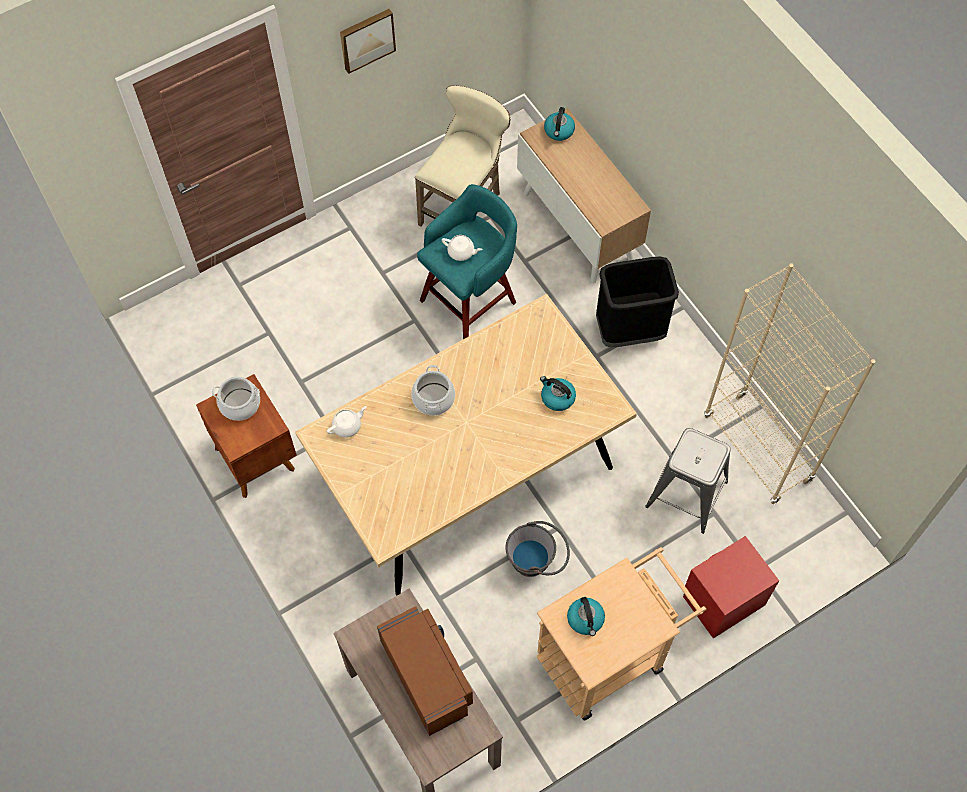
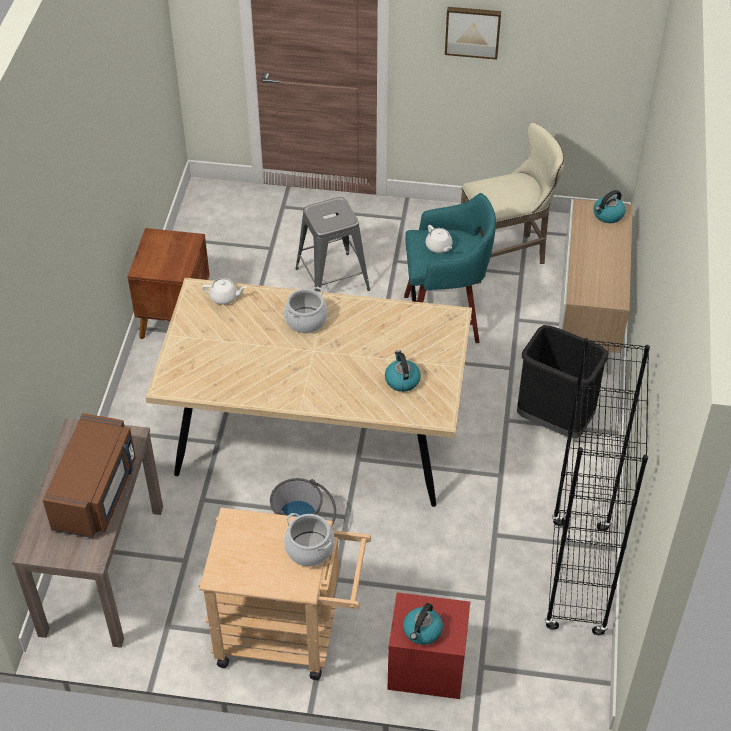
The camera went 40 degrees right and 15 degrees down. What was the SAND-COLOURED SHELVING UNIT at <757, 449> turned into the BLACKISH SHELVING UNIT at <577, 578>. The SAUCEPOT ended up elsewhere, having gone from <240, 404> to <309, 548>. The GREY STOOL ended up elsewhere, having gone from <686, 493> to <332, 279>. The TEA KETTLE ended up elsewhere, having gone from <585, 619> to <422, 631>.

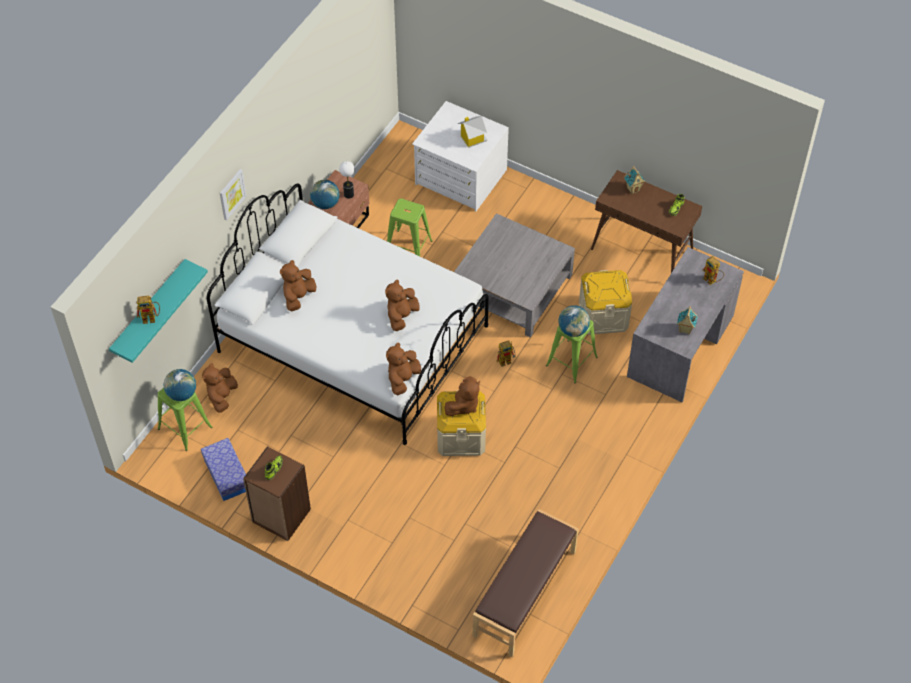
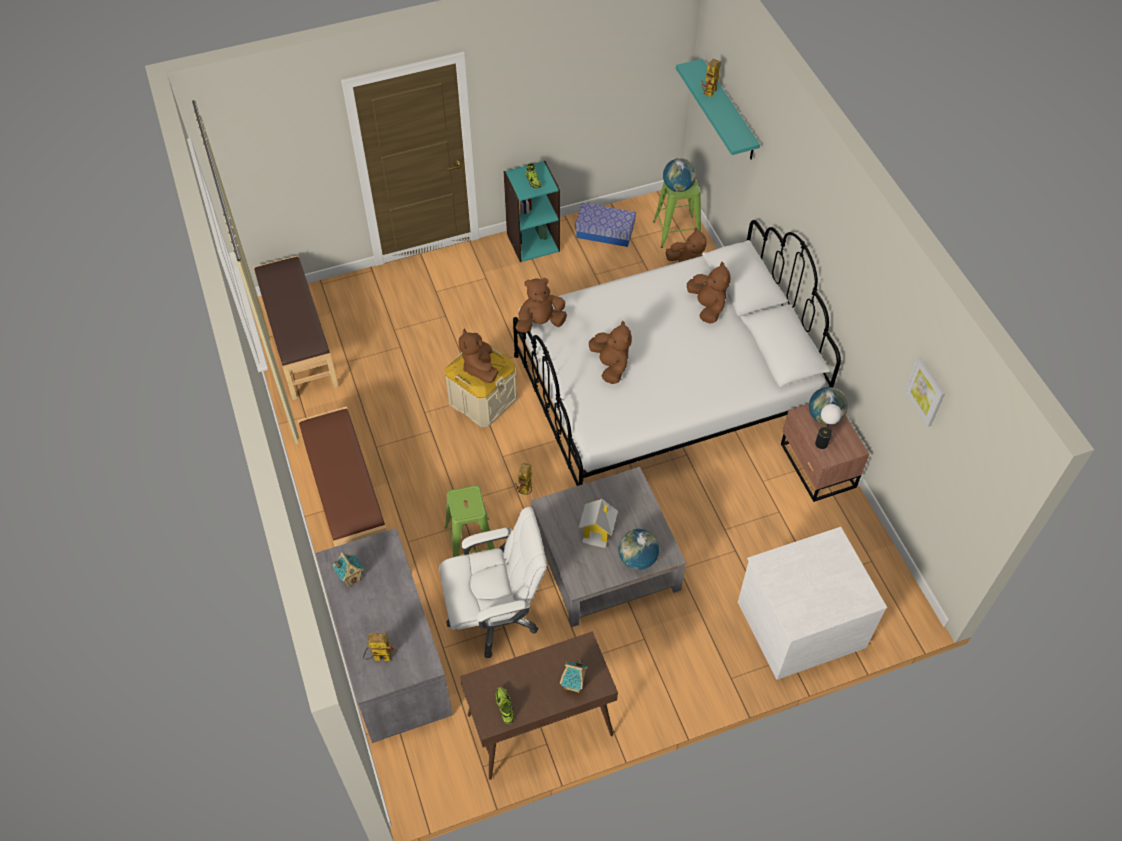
The camera went 130 degrees right and 0 degrees up. The MINIATURE HOUSE ended up elsewhere, having gone from <472, 138> to <598, 531>. The WALL PICTURE ended up elsewhere, having gone from <232, 194> to <925, 391>. The second view lost the GREEN STOOL at <409, 248>. Where the SAND-COLOURED STORAGE BOX stood at <603, 315>, the WHITE-COLOURED COMPUTER CHAIR came to stand at <495, 614>. The GLOBE ended up elsewhere, having gone from <573, 330> to <637, 559>. The BROWN-COLOURED SOFT TOY at <402, 379> ended up facing another way, 90 degrees counterclockwise from before. What was the BROWN-COLOURED SHELVING UNIT at <281, 516> turned into the TURQUOISE SHELVING UNIT at <533, 242>. The second view gained the BROWN-COLOURED LONG SEAT at <347, 502>.

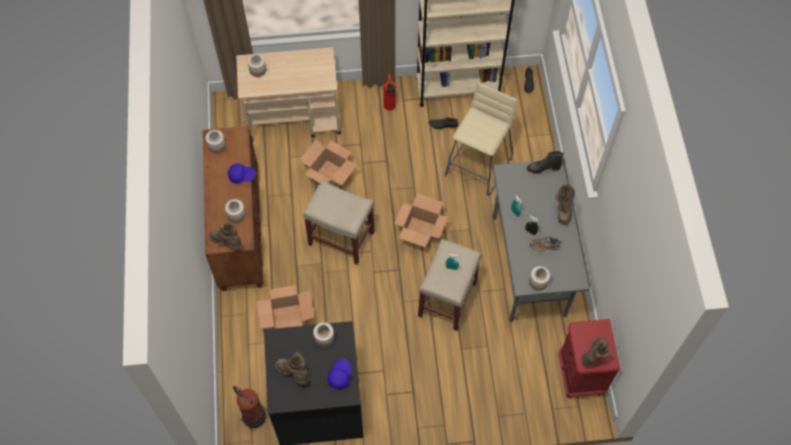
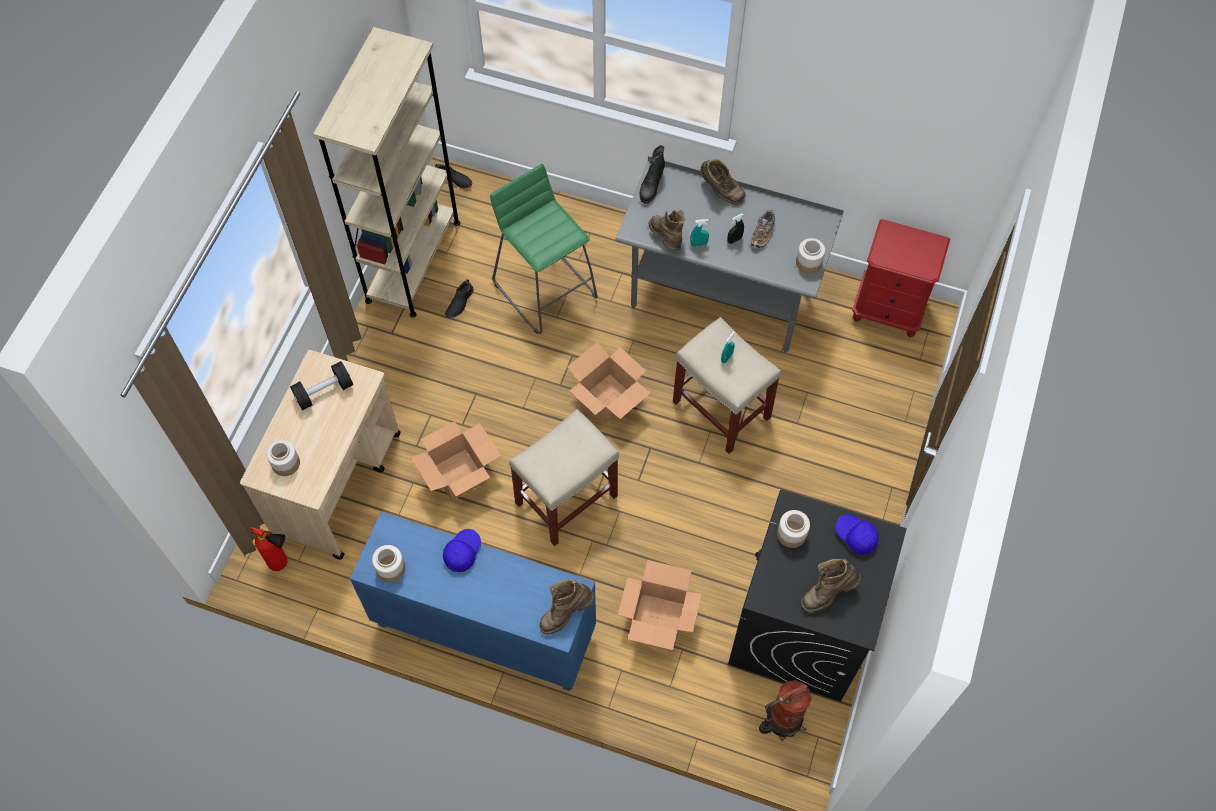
The camera went 65 degrees left and 0 degrees up. The EXTINGUISHER ended up elsewhere, having gone from <390, 109> to <282, 564>. What was the SAND-COLOURED STOOL at <479, 165> turned into the GREEN STOOL at <545, 289>. What was the BROWN-COLOURED STORAGE CABINET at <239, 230> turned into the BLUISH STORAGE CABINET at <482, 630>. The second view lost the STORAGE JAR at <236, 215>. The BROWN-COLOURED HIGH-TOP BOOT ended up elsewhere, having gone from <594, 356> to <666, 239>. The second view gained the BLACKISH HAND WEIGHT at <324, 392>.

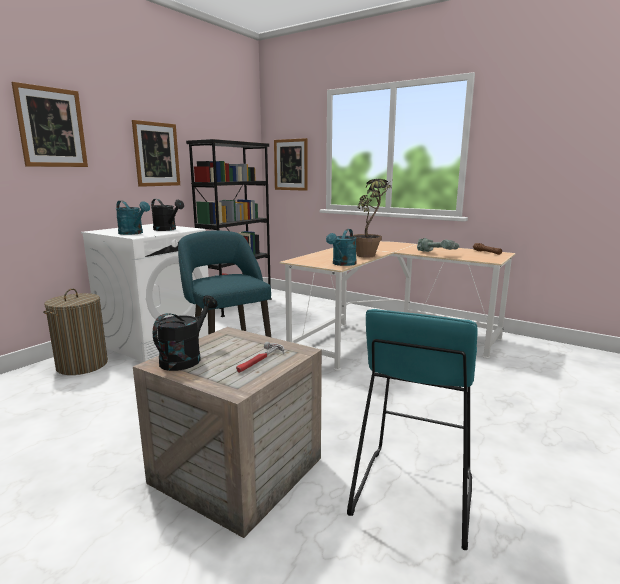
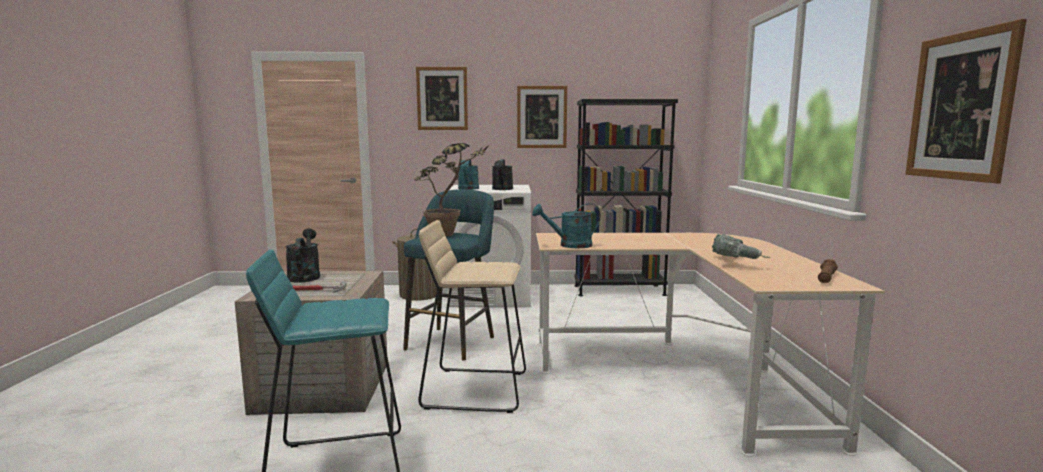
The camera went 55 degrees right and 5 degrees down. The WALL PICTURE ended up elsewhere, having gone from <291, 165> to <960, 106>. The HOUSEPLANT ended up elsewhere, having gone from <370, 254> to <450, 235>. The BLACKISH SPRINKLING CAN at <185, 358> ended up facing another way, 90 degrees counterclockwise from before. The second view gained the SAND-COLOURED STOOL at <474, 389>.

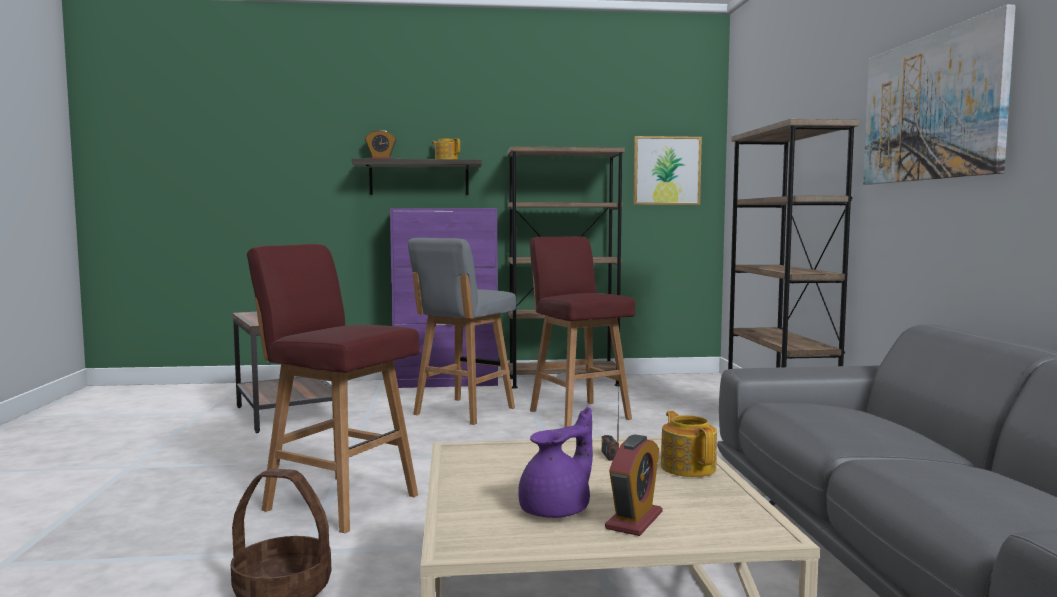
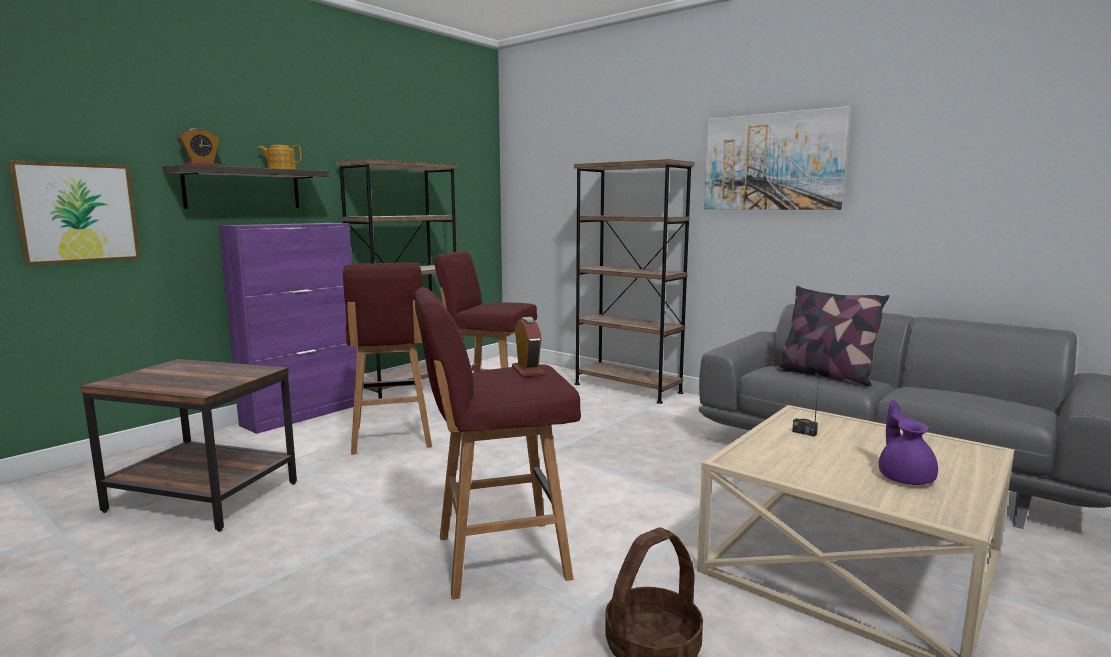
The camera went 45 degrees left and 5 degrees up. The WALL PICTURE ended up elsewhere, having gone from <666, 171> to <77, 213>. What was the GREY STOOL at <463, 412> turned into the RED STOOL at <391, 438>. The second view lost the TEA POT at <688, 467>. The TABLE CLOCK ended up elsewhere, having gone from <634, 520> to <528, 371>. The second view gained the THROW PILLOW at <825, 375>.

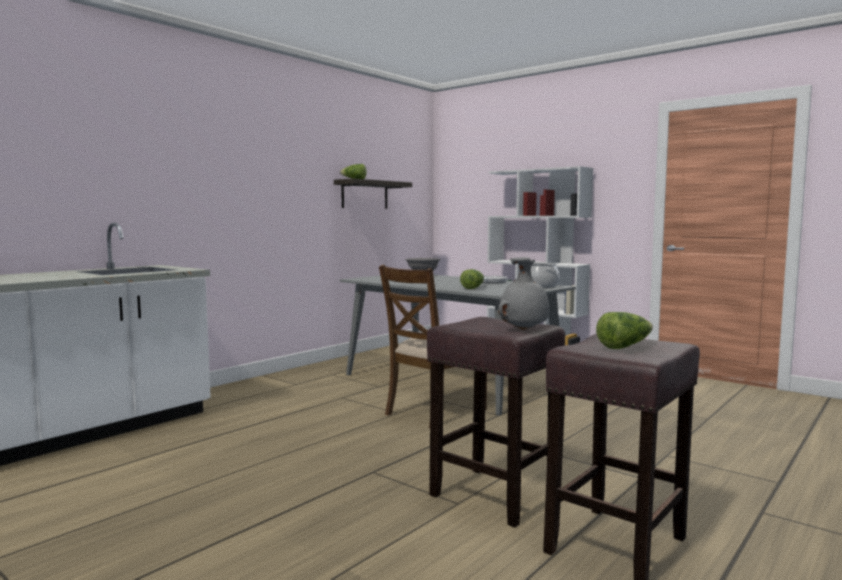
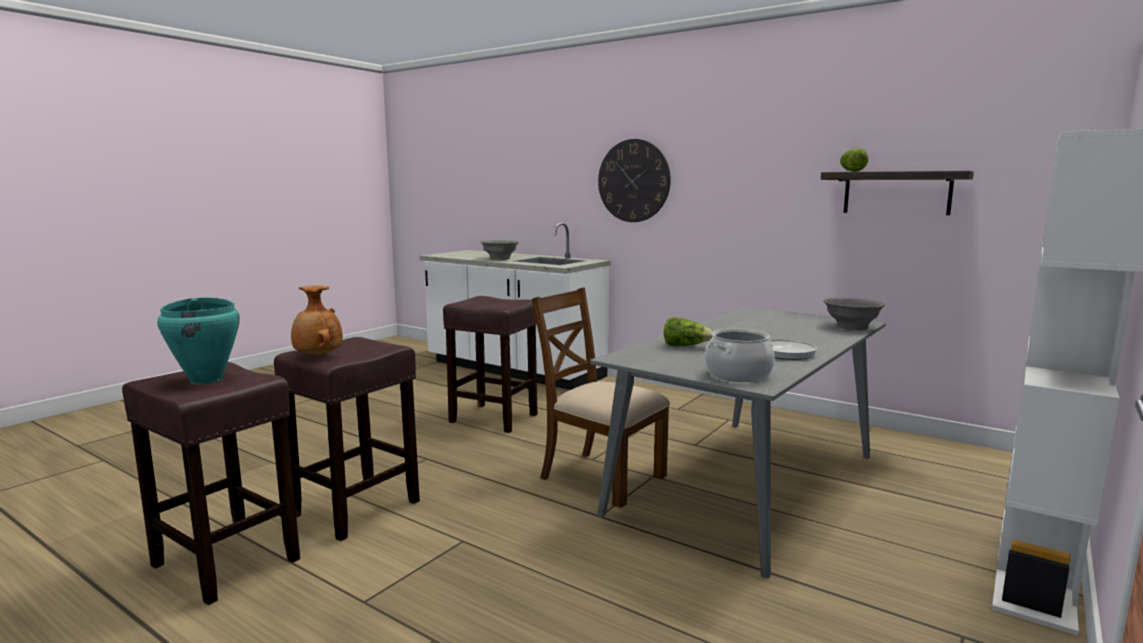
The camera went 85 degrees right and 5 degrees up. What was the GREY DECORATIVE VASE at <524, 329> turned into the BROWN-COLOURED DECORATIVE VASE at <317, 356>. Where the LETTUCE HEAD stood at <624, 346>, the TURQUOISE SAUCEPOT came to stand at <207, 380>. The second view gained the WALL CLOCK at <633, 181>. The second view gained the GREY BOWL at <500, 259>. The second view gained the BROWN-COLOURED STOOL at <495, 418>.

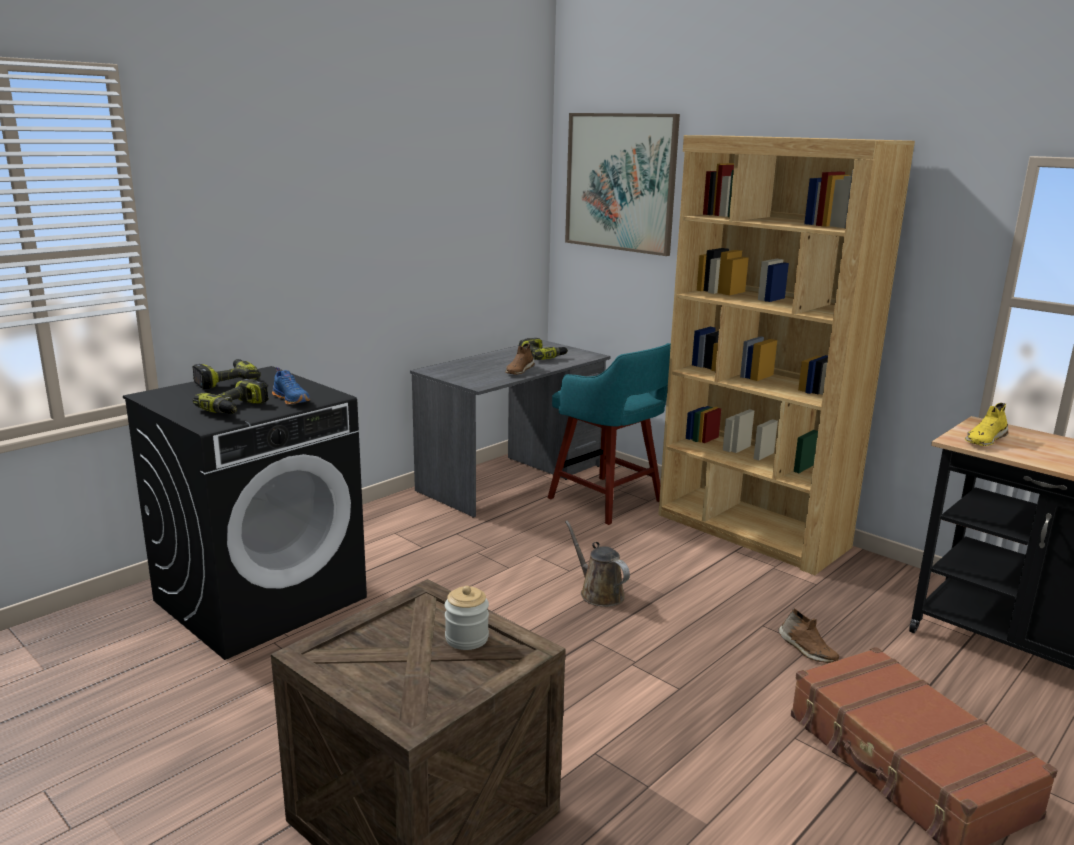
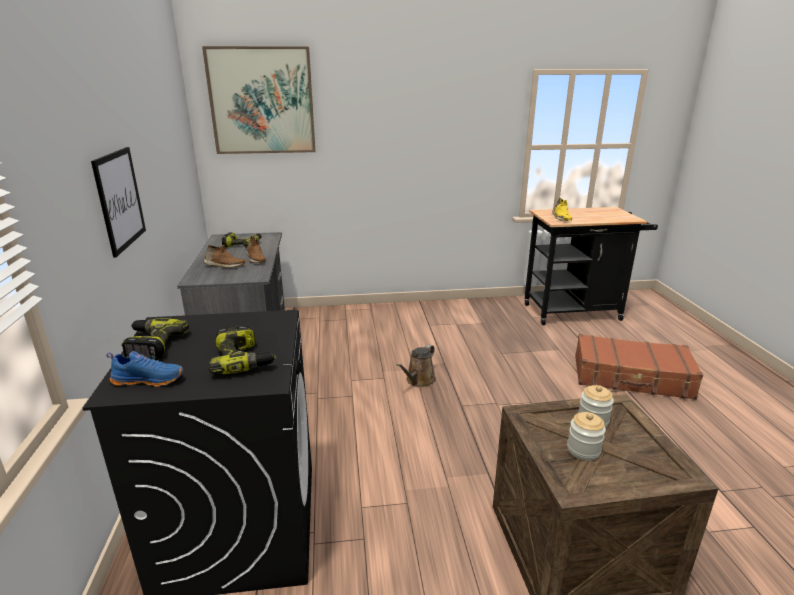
The camera went 50 degrees left and 5 degrees up. The second view lost the BROWN-COLOURED SHELVING UNIT at <751, 531>. The second view lost the TURQUOISE STOOL at <607, 501>. The BLUISH ITEM OF FOOTWEAR ended up elsewhere, having gone from <292, 399> to <149, 379>. The BROWN-COLOURED SPRINKLING CAN at <598, 593> ended up facing another way, 60 degrees counterclockwise from before. The BROWN-COLOURED ITEM OF FOOTWEAR ended up elsewhere, having gone from <806, 649> to <224, 266>. The second view gained the WALL PICTURE at <120, 199>. The second view gained the STORAGE JAR at <583, 450>.

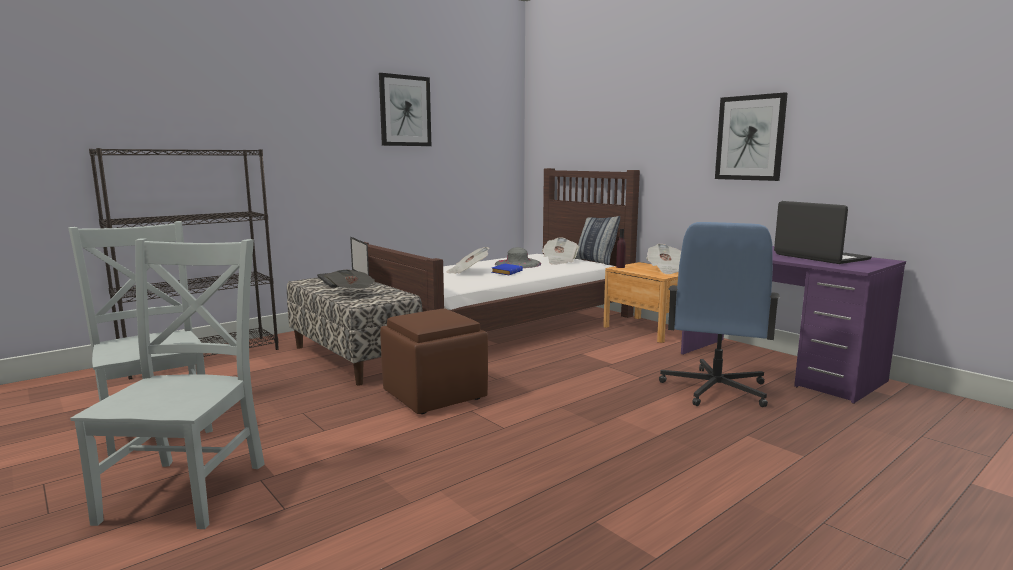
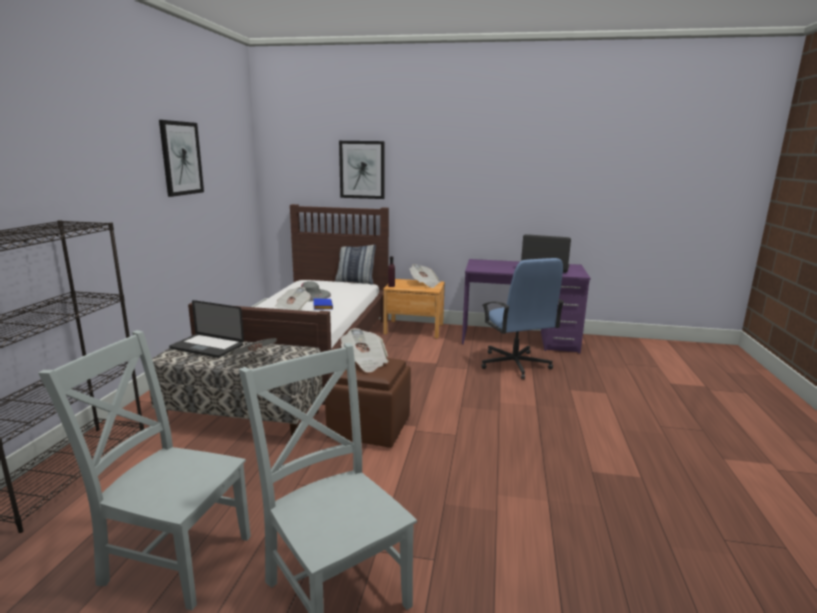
The camera went 40 degrees left and 5 degrees up. The WALL PICTURE ended up elsewhere, having gone from <750, 138> to <362, 170>. The NEWSPAPER ended up elsewhere, having gone from <559, 261> to <364, 362>.

